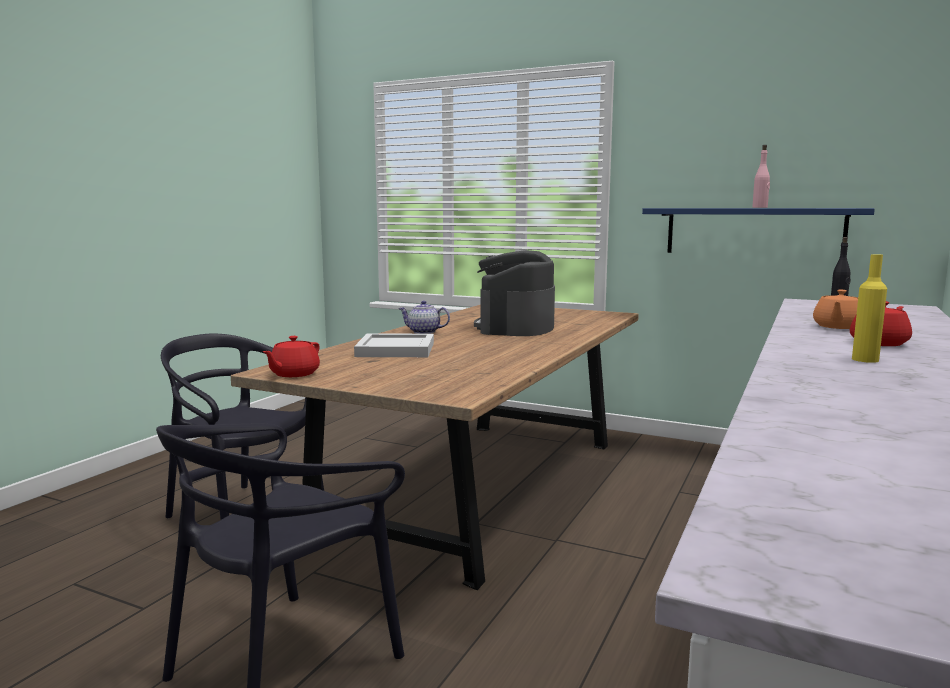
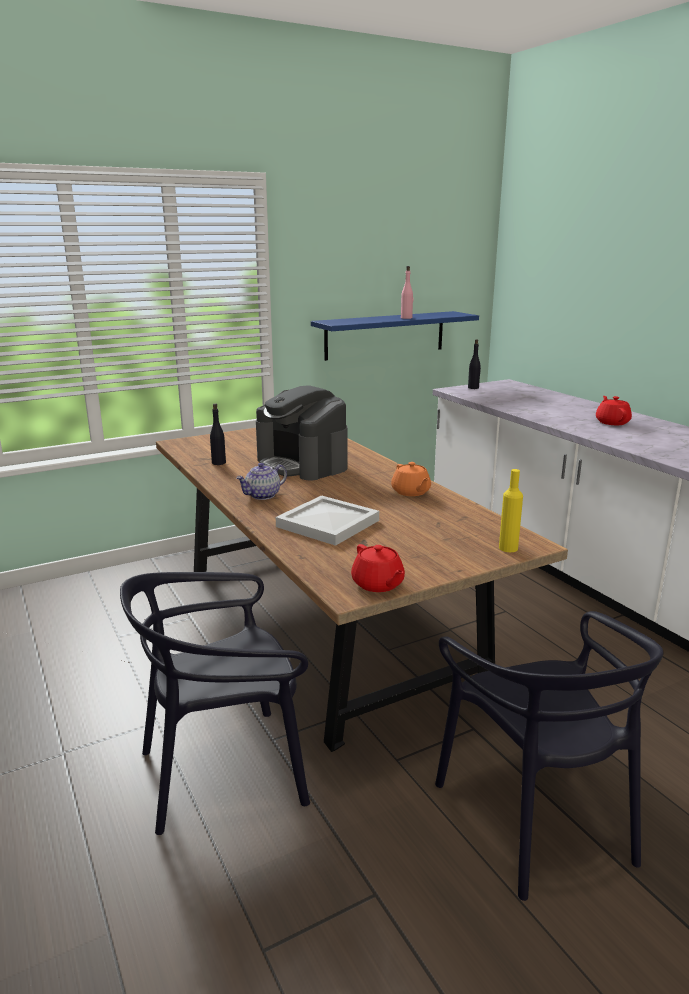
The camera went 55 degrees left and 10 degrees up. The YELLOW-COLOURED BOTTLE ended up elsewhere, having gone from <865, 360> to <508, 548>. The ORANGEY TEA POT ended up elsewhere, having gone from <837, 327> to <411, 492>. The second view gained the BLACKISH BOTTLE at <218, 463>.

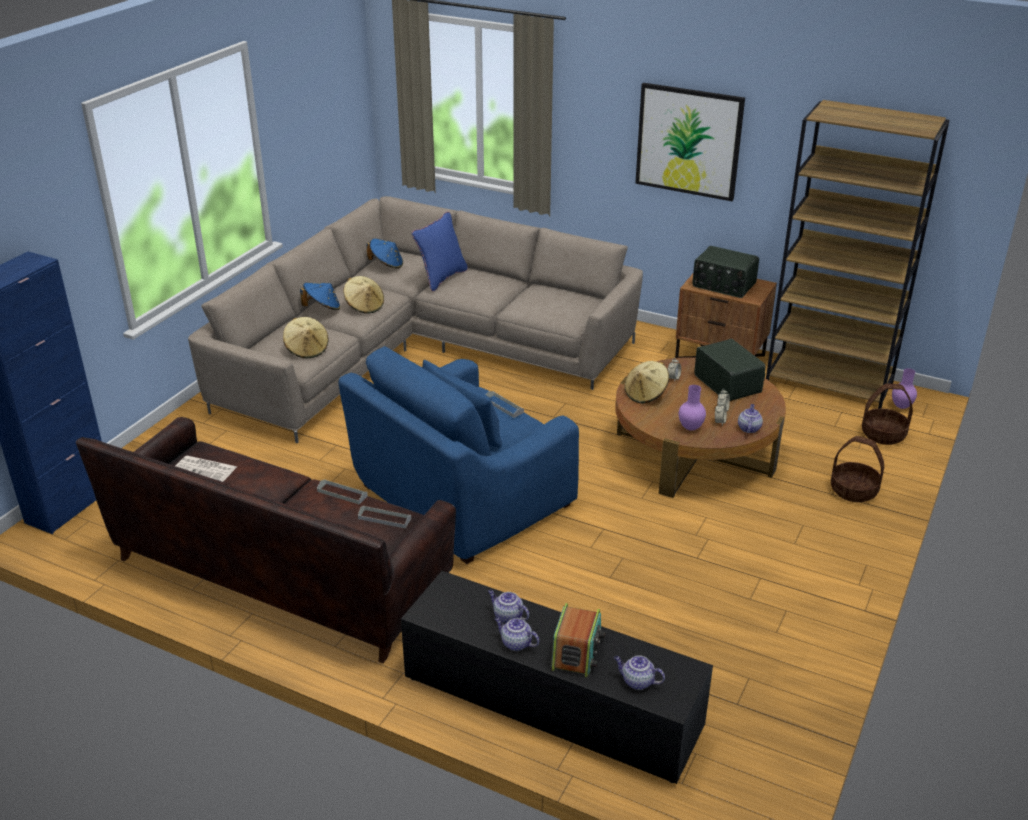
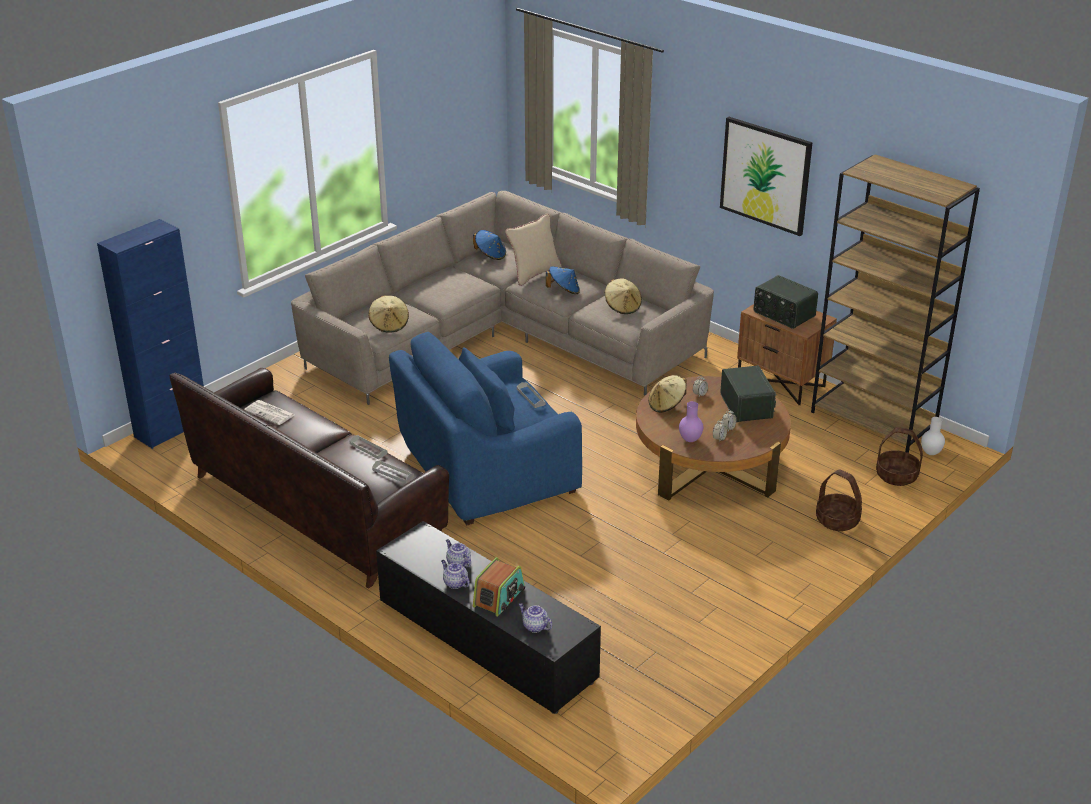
The camera went 15 degrees right and 0 degrees up. What was the BLUISH THROW PILLOW at <441, 278> turned into the SAND-COLOURED THROW PILLOW at <534, 274>. The SAND-COLOURED HAT ended up elsewhere, having gone from <364, 306> to <622, 307>. The BLUISH HAT ended up elsewhere, having gone from <322, 308> to <564, 291>. What was the PURPLE DECORATIVE VASE at <901, 406> turned into the WHITE-COLOURED DECORATIVE VASE at <930, 453>. The second view lost the TEA POT at <748, 428>.

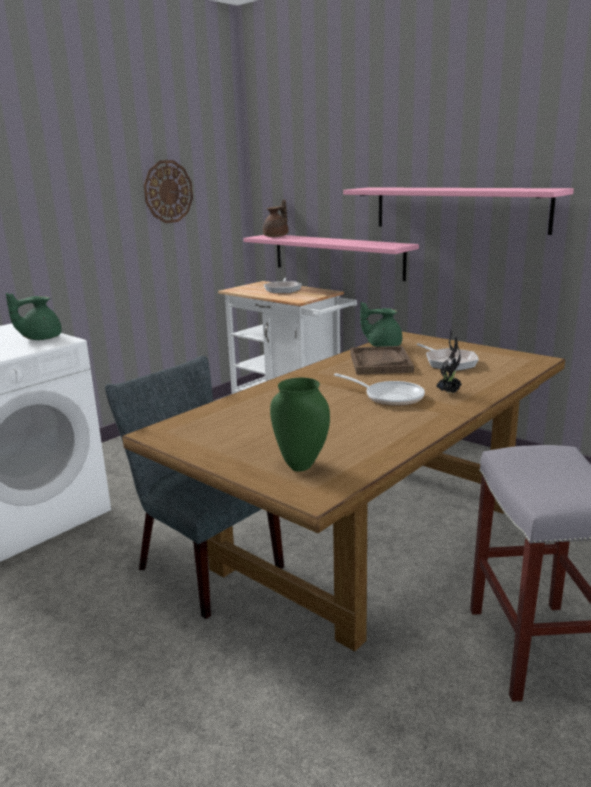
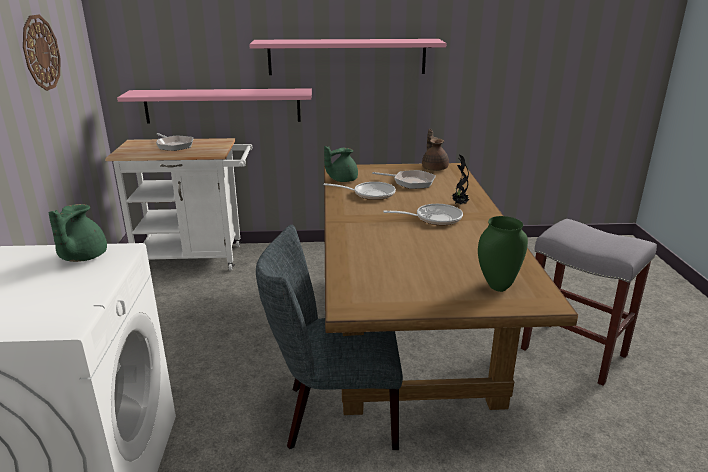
The camera went 45 degrees left and 5 degrees up. The BROWN-COLOURED TEA POT ended up elsewhere, having gone from <277, 236> to <434, 168>. Where the BROWN-COLOURED SERVING TRAY stood at <380, 362>, the FRYING PAN came to stand at <370, 194>.

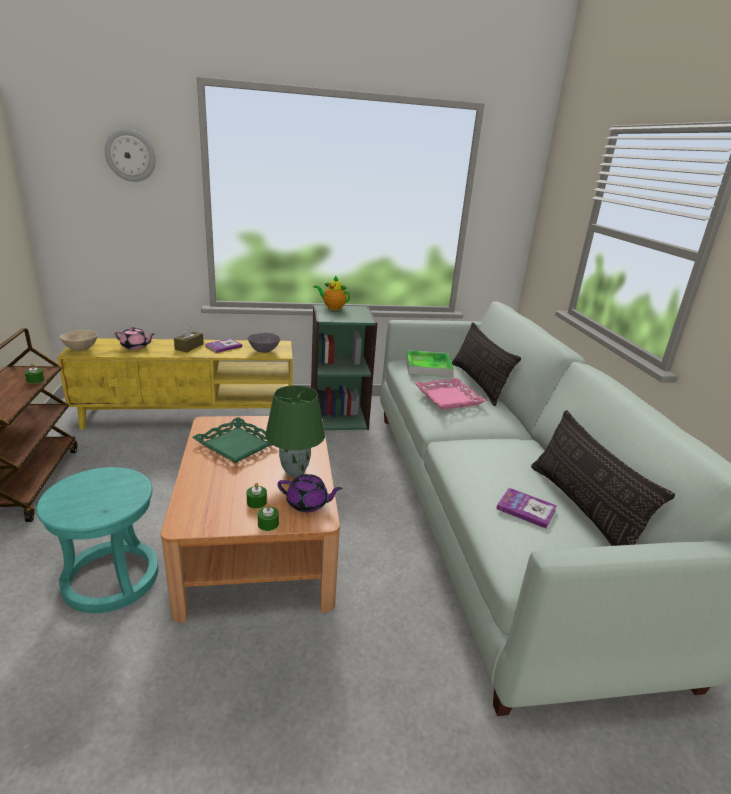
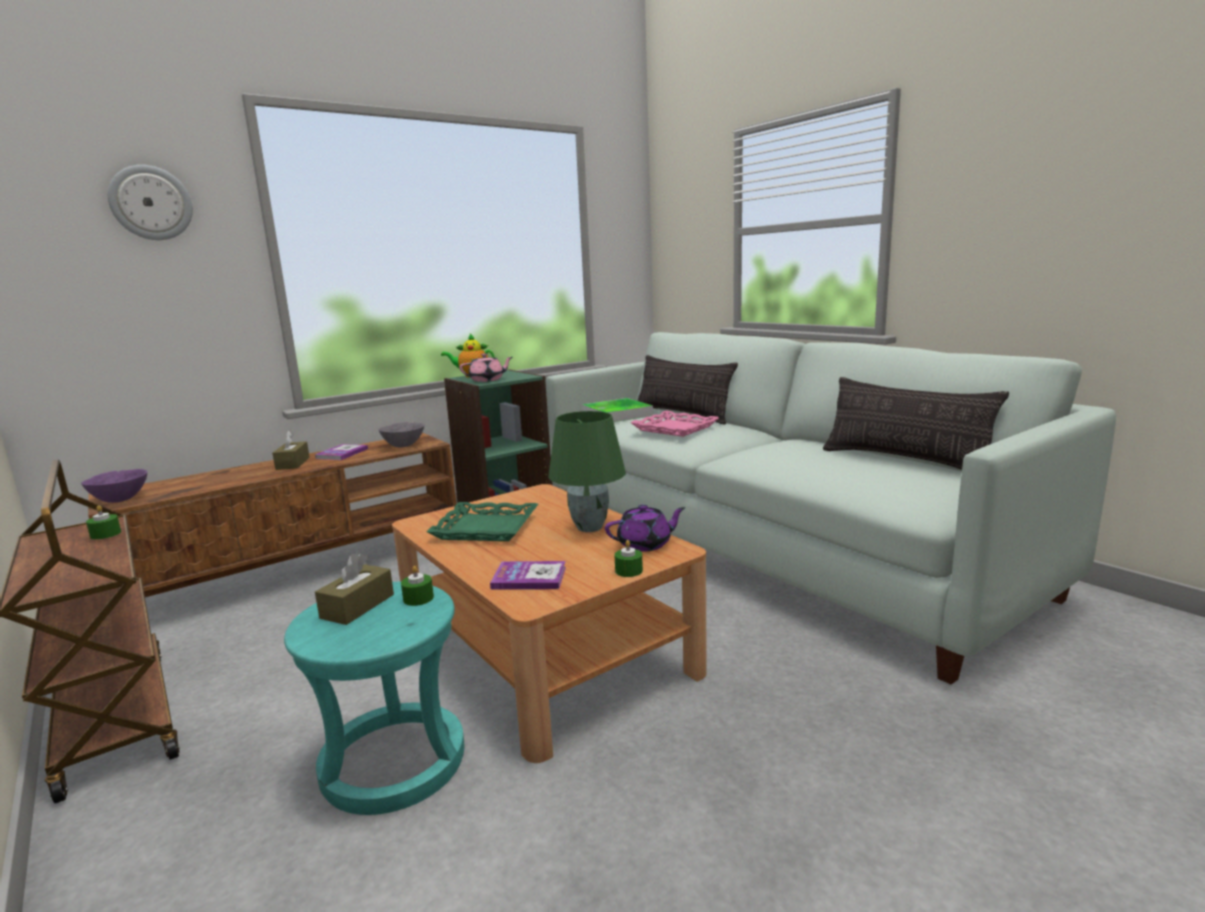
The camera went 25 degrees left and 10 degrees down. The PINKISH TEA POT ended up elsewhere, having gone from <135, 347> to <487, 380>. What was the SAND-COLOURED BOWL at <81, 349> turned into the PURPLE BOWL at <121, 500>. What was the YELLOW-COLOURED TV UNIT at <190, 417> turned into the BROWN-COLOURED TV UNIT at <305, 572>. The GREEN CANDLE ended up elsewhere, having gone from <256, 502> to <418, 598>. The VOLUME ended up elsewhere, having gone from <526, 509> to <529, 578>. The second view gained the BROWN-COLOURED BOX OF TISSUES at <357, 606>.

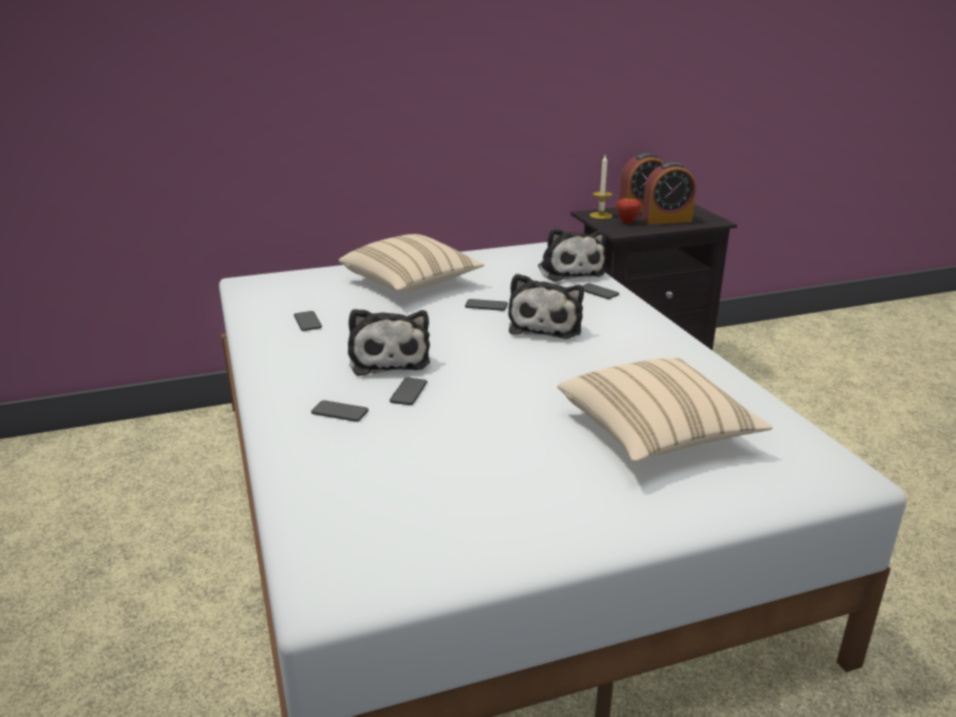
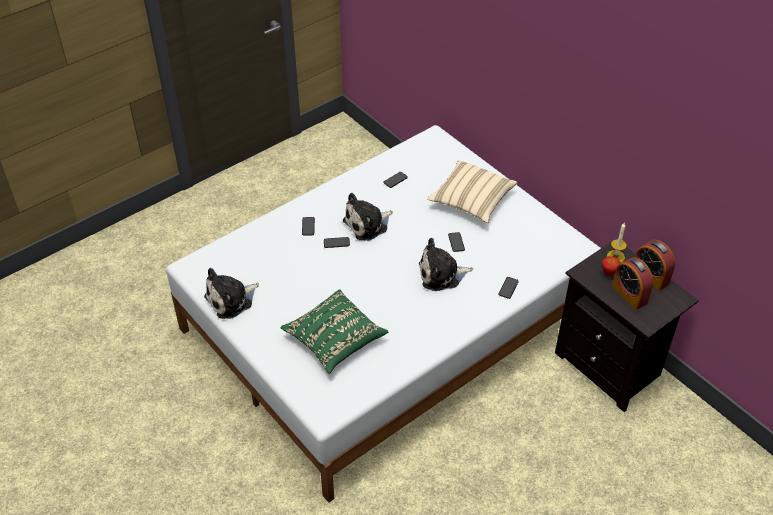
The camera went 70 degrees right and 20 degrees up. The SOFT TOY ended up elsewhere, having gone from <569, 271> to <231, 300>. What was the SAND-COLOURED THROW PILLOW at <656, 434> turned into the GREEN THROW PILLOW at <334, 340>.

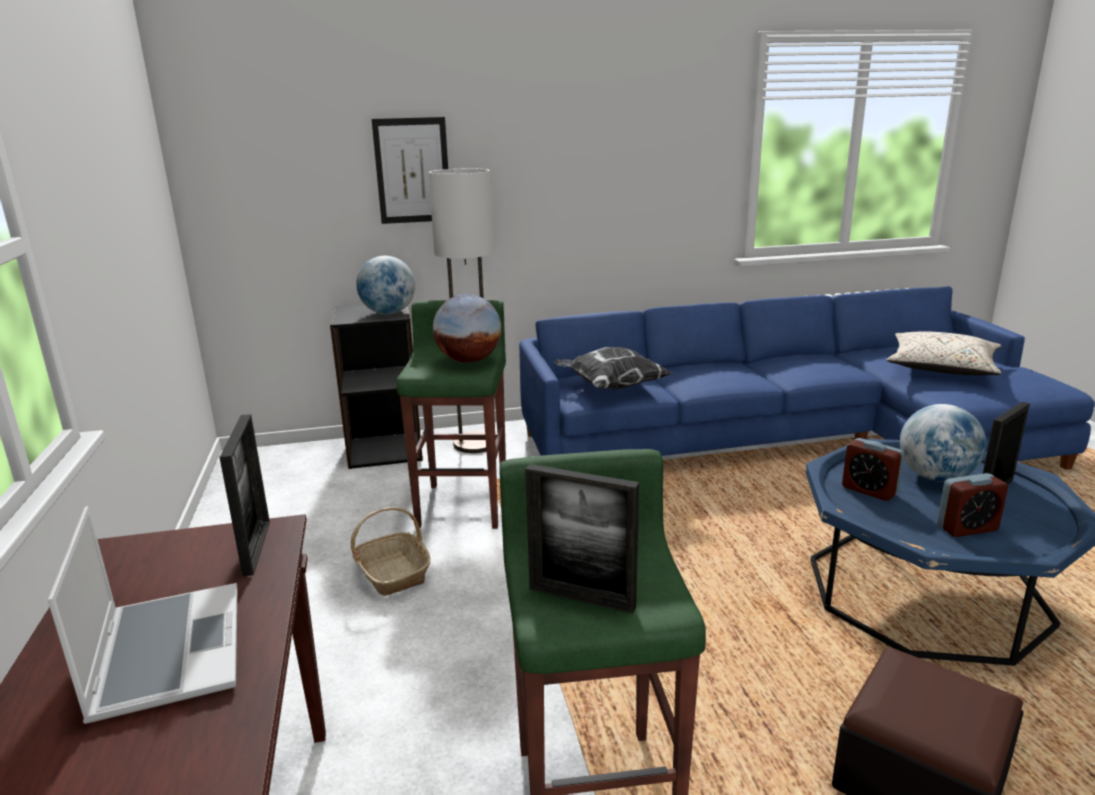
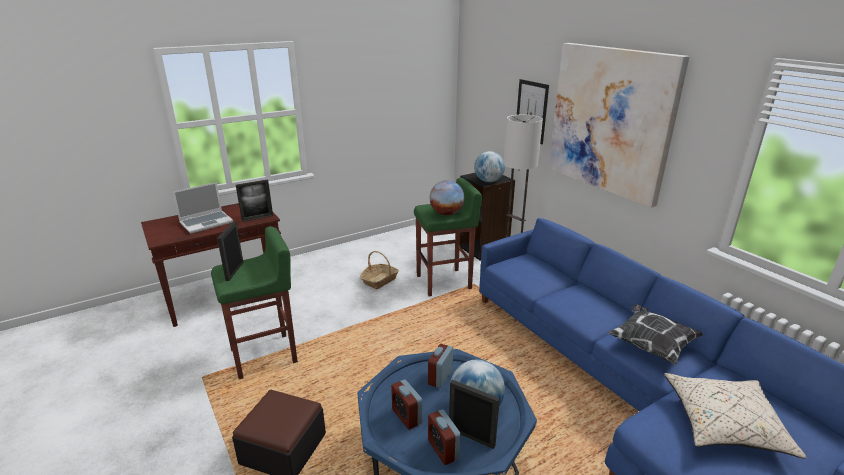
The camera went 70 degrees right and 5 degrees up. The THROW PILLOW ended up elsewhere, having gone from <611, 387> to <651, 345>. The second view gained the WALL PICTURE at <611, 120>. The second view gained the TABLE CLOCK at <443, 449>.

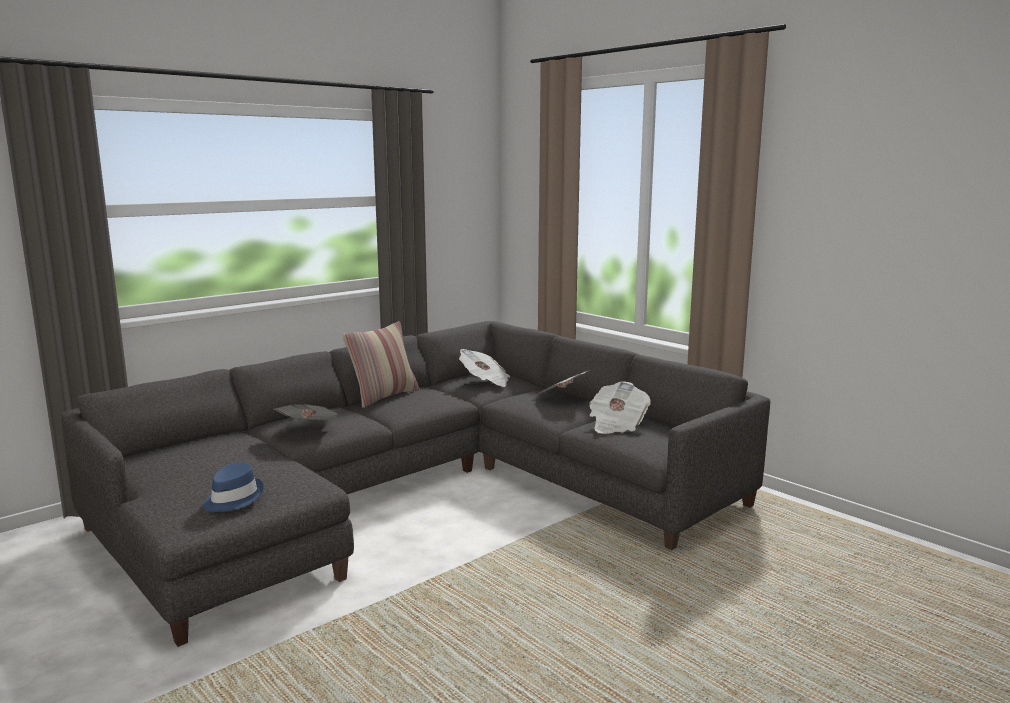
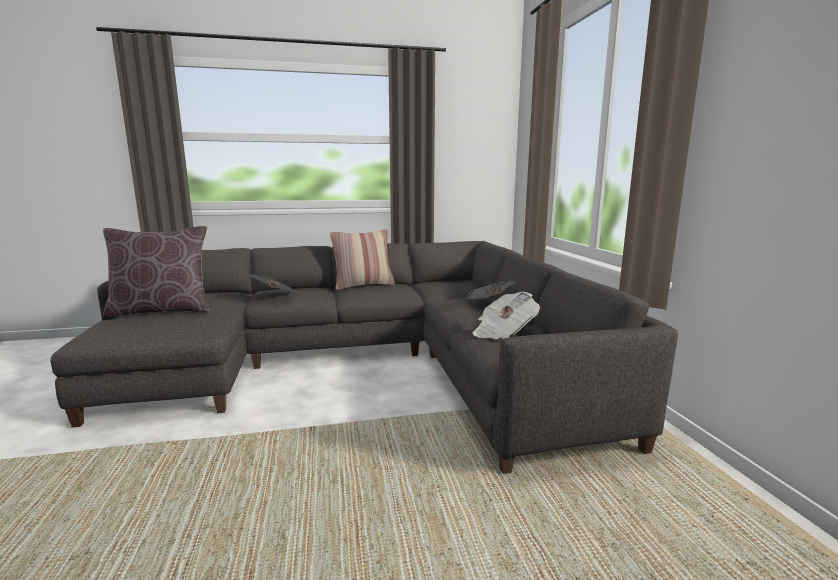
The camera went 30 degrees right and 0 degrees up. The second view lost the NEWSPAPER at <485, 381>. The second view lost the BLUISH HAT at <232, 498>. The second view gained the BROWN-COLOURED THROW PILLOW at <162, 310>.

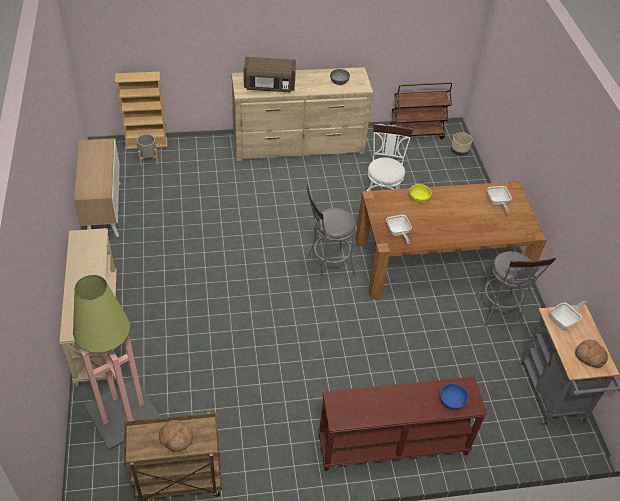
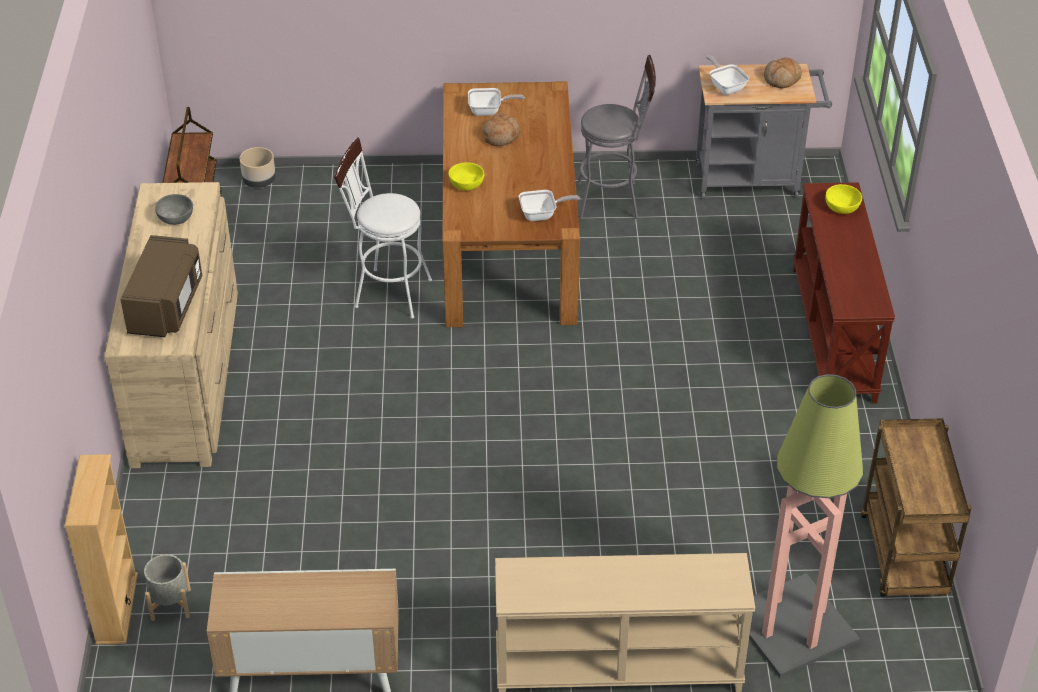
The camera went 80 degrees left and 5 degrees down. The second view lost the GREY STOOL at <326, 267>. What was the BLUISH BOWL at <452, 401> turned into the YELLOW-COLOURED BOWL at <842, 207>. The BAKED BREAD ended up elsewhere, having gone from <176, 438> to <500, 136>.

